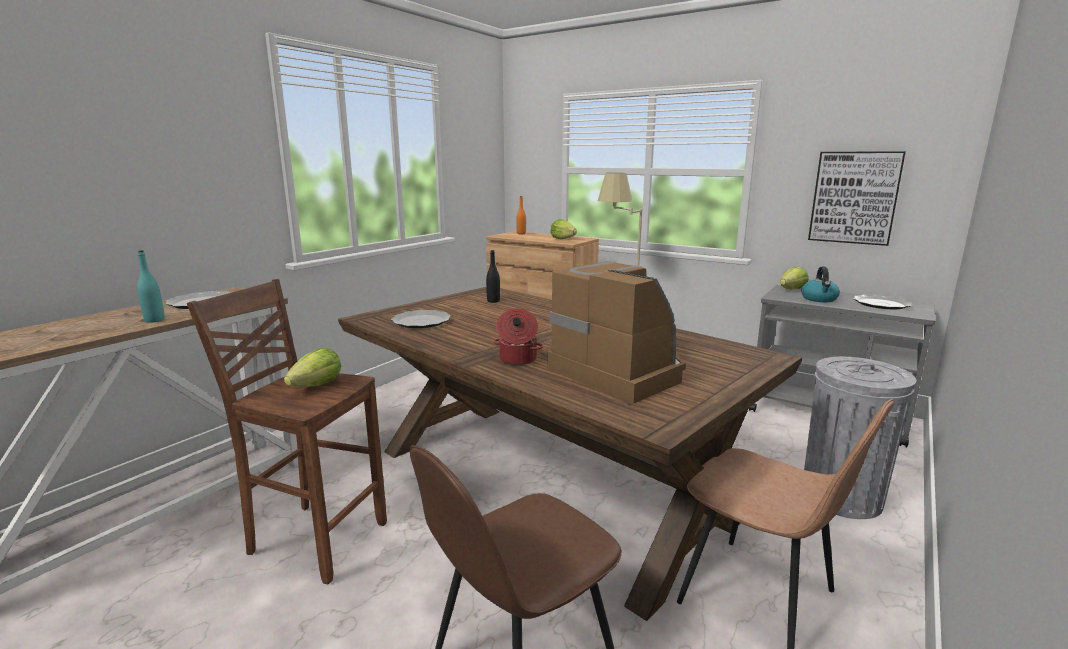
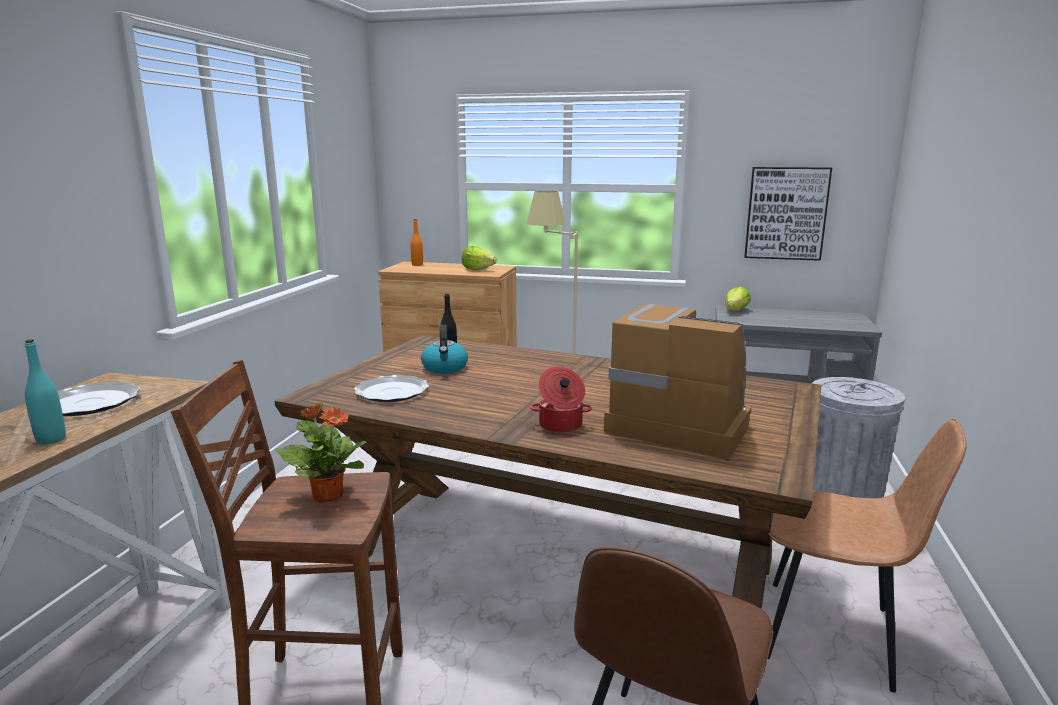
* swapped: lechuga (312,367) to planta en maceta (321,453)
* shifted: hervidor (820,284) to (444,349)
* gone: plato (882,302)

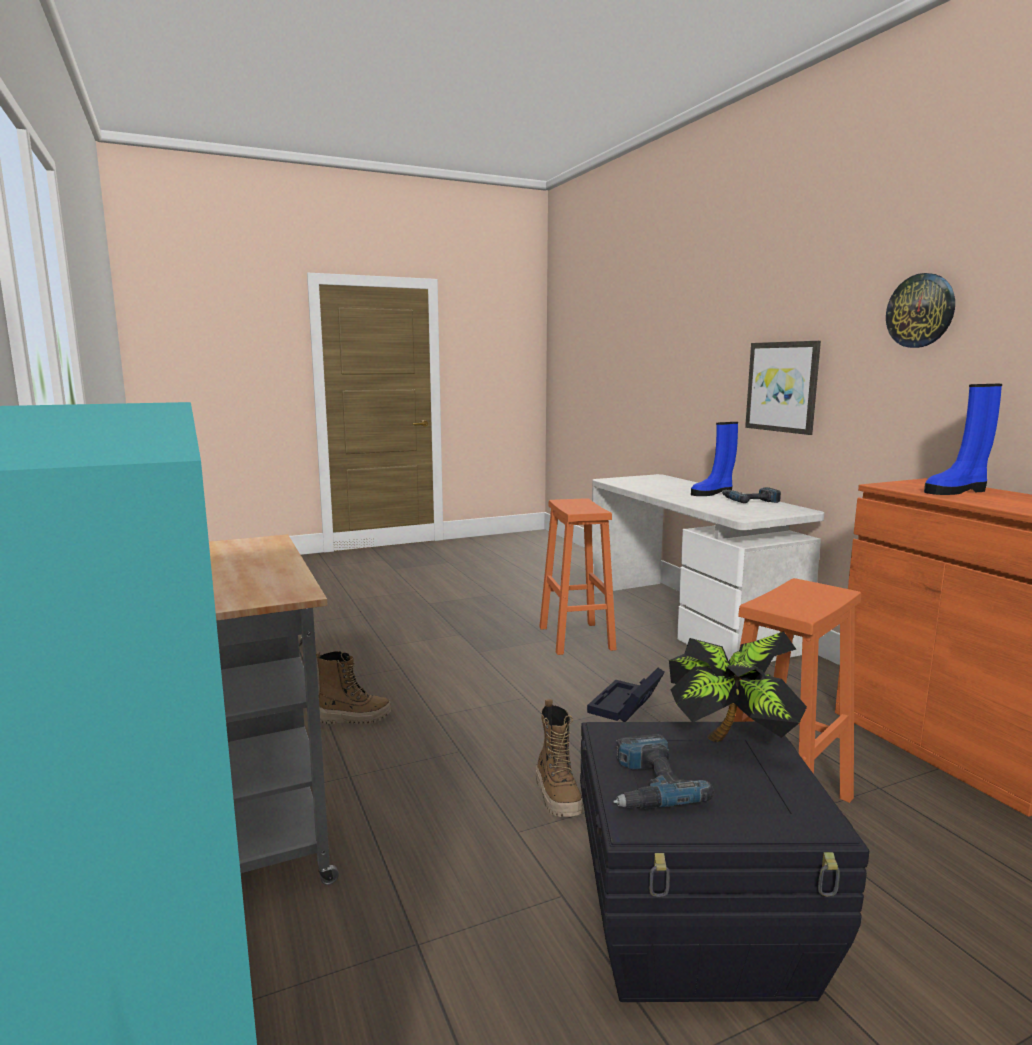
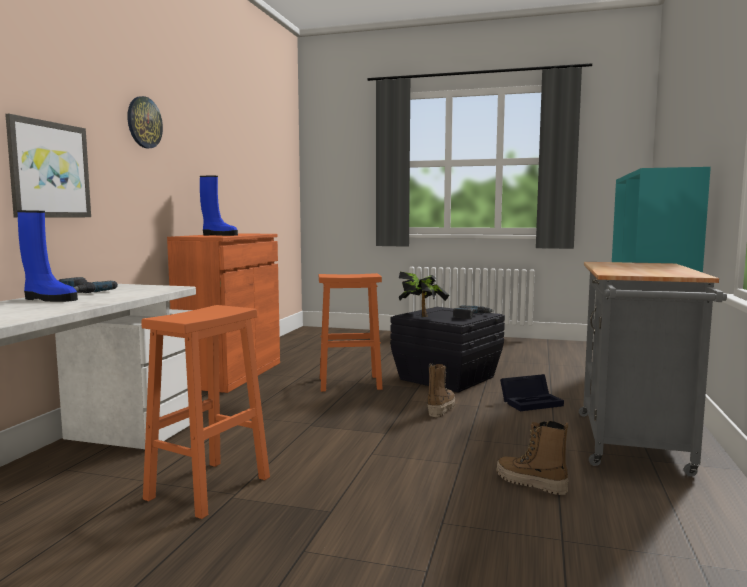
* shifted: caja de almacenaje/negro (626,695) to (532,392)

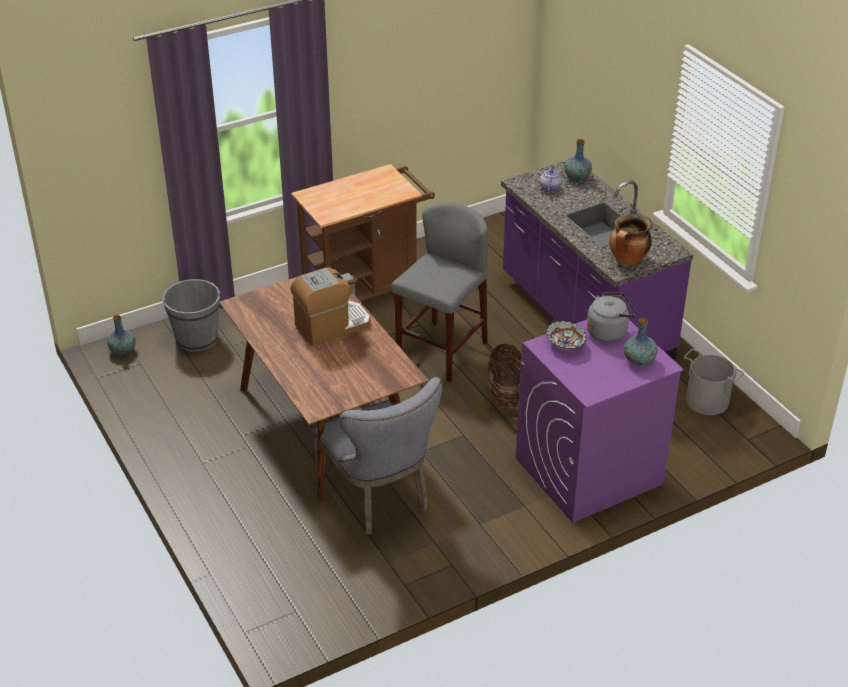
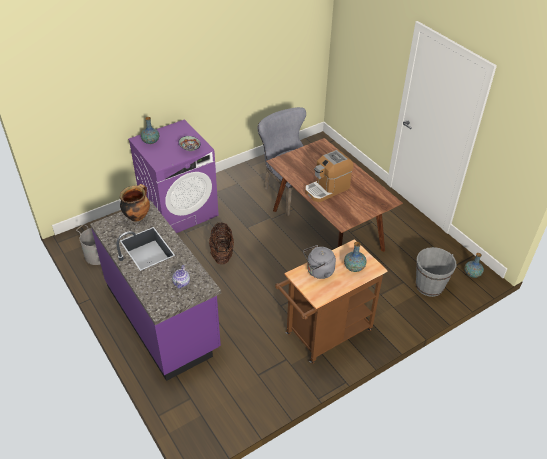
* gone: taburete/gris (439,292)
* shifted: florero (578,160) to (355,257)
* shifted: hervidor/gris (612,317) to (319,262)

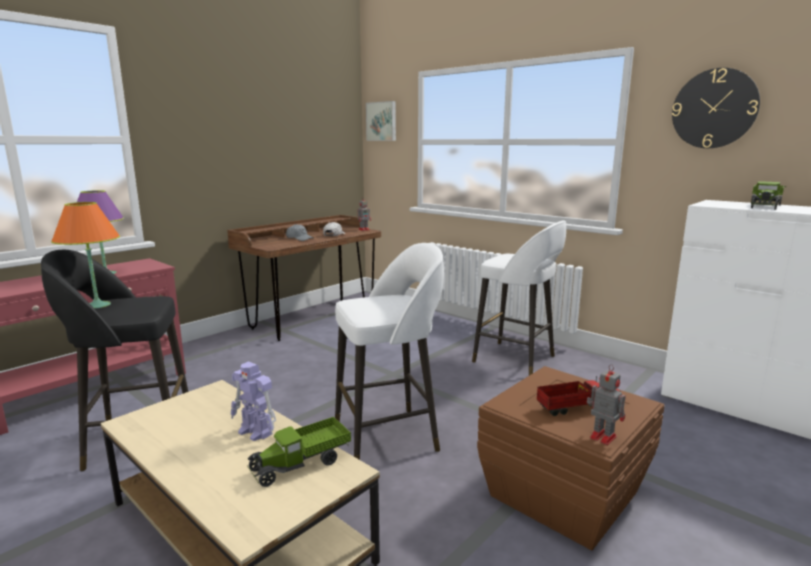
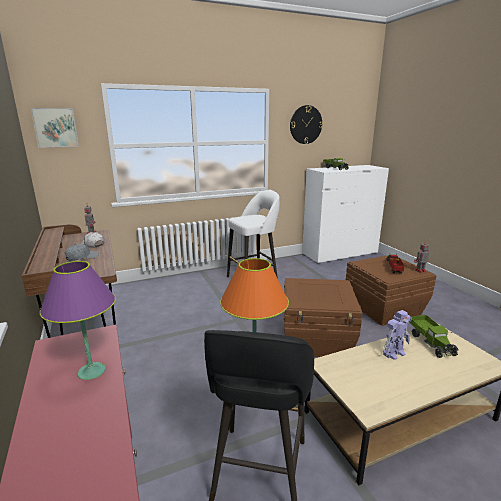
* swapped: taburete/blanco (389,351) to caja de almacenaje/marrón (323,317)

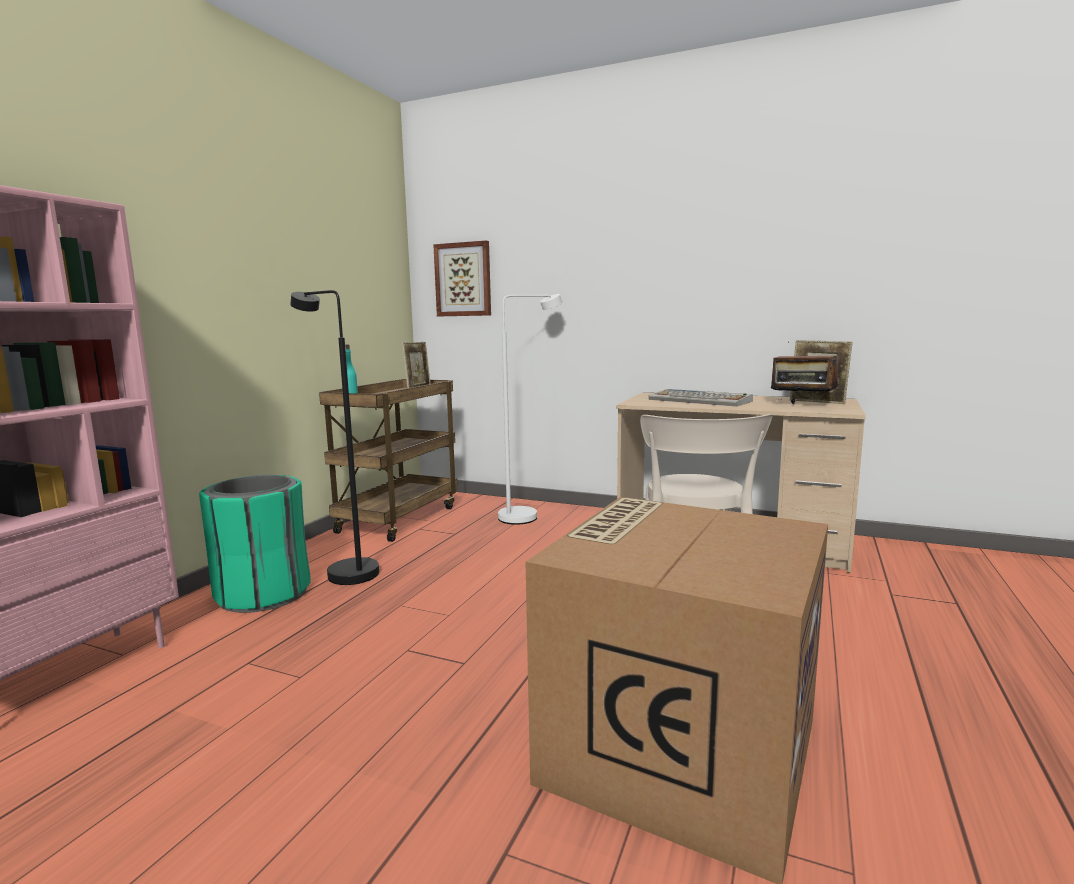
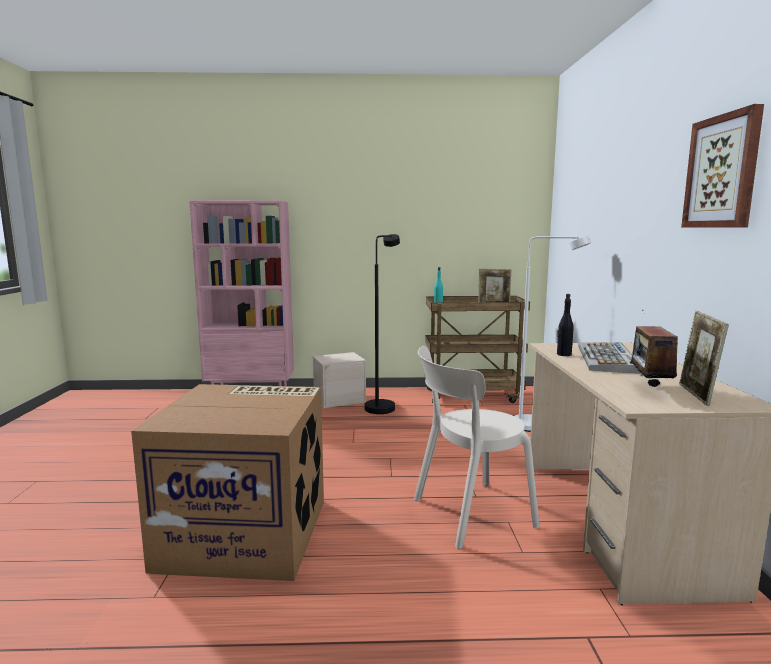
* swapped: papelera/verde (255,544) to caja de almacenaje/beis (339,380)
* shifted: cuadro (462,278) to (722,166)
* new: botella/negro (565,325)

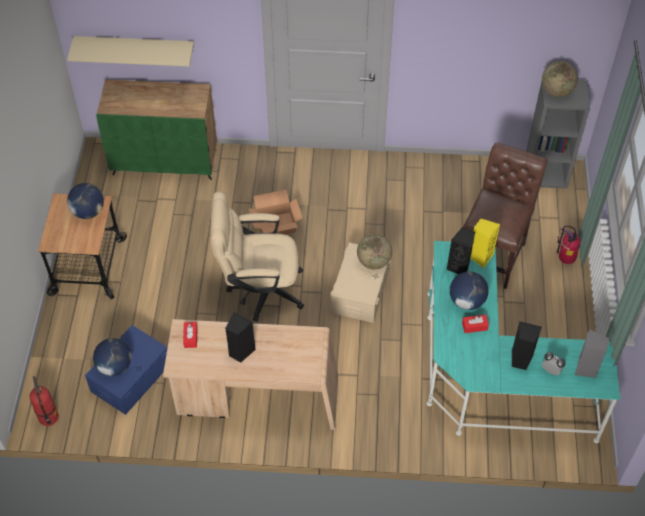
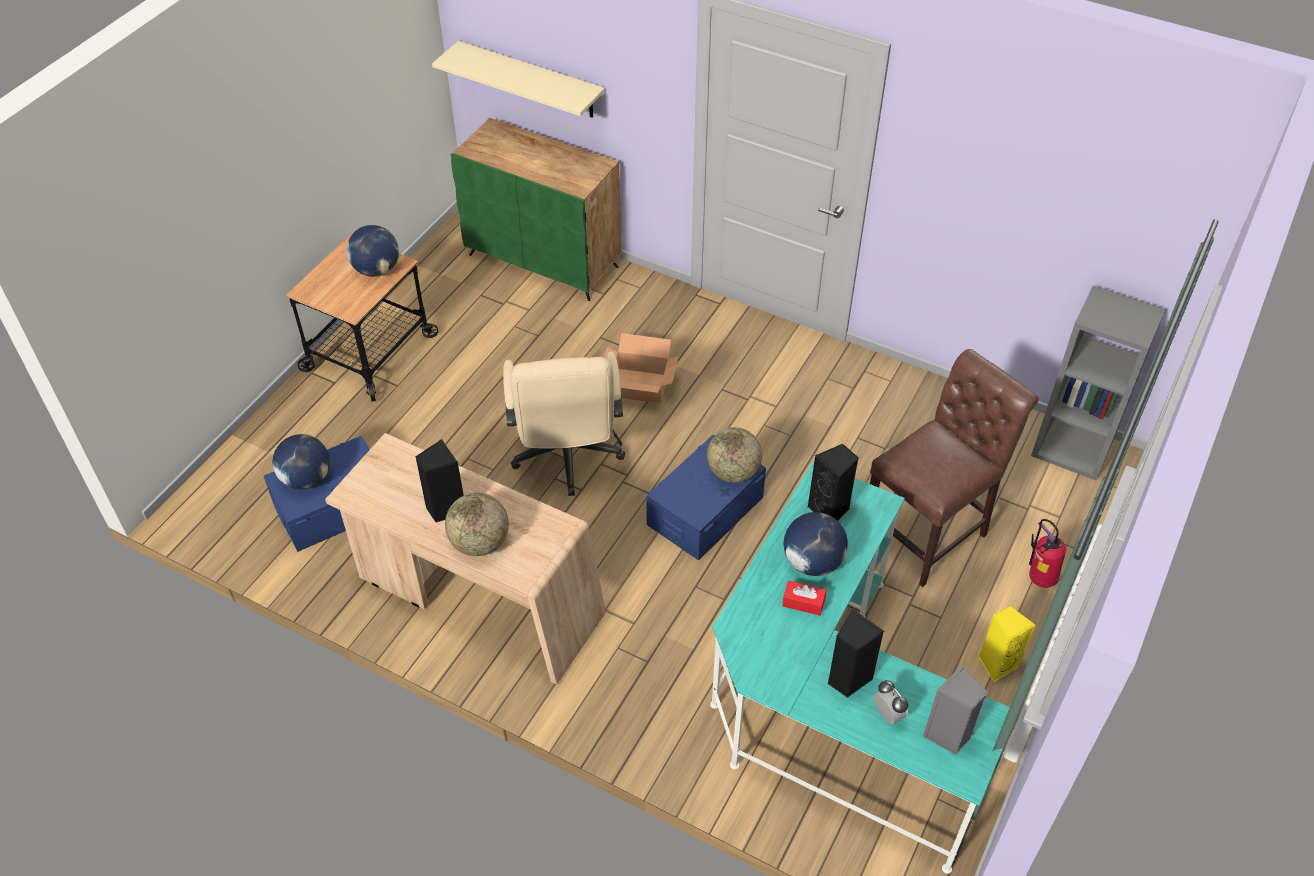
* gone: extintor (44,401)
* gone: caja de pañuelos/rojo (190,335)
* rotated: silla de oficina/beis (257,256) = (564,423) 120 degrees counterclockwise
* repainted: caja de almacenaje/beis (360,283) to caja de almacenaje/azul (706,497)
* shifted: altavoz/amarillo (485,243) to (1007,643)
* shifted: globo terráqueo (560,79) to (477,524)

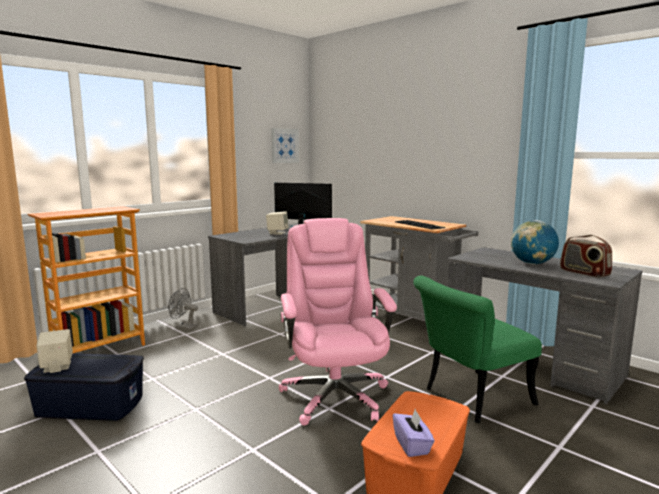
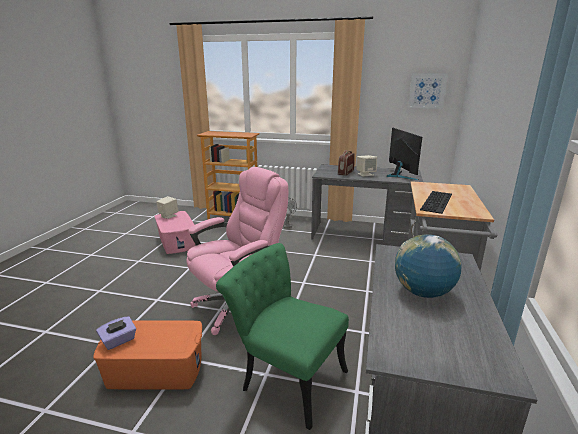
* repainted: caja de almacenaje/azul (84,387) to caja de almacenaje/rosa (175,232)
* shifted: radio (586,256) to (346,163)

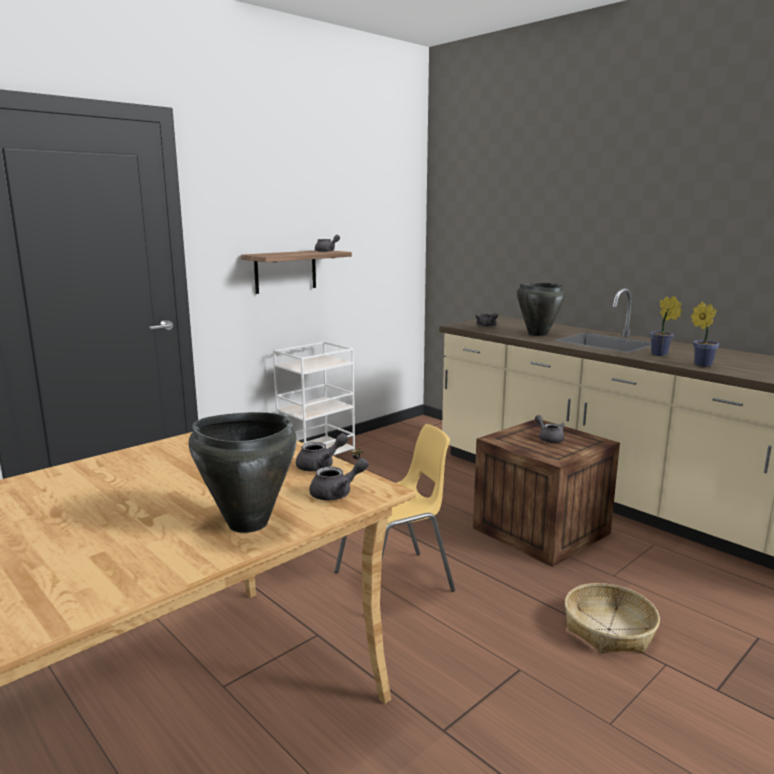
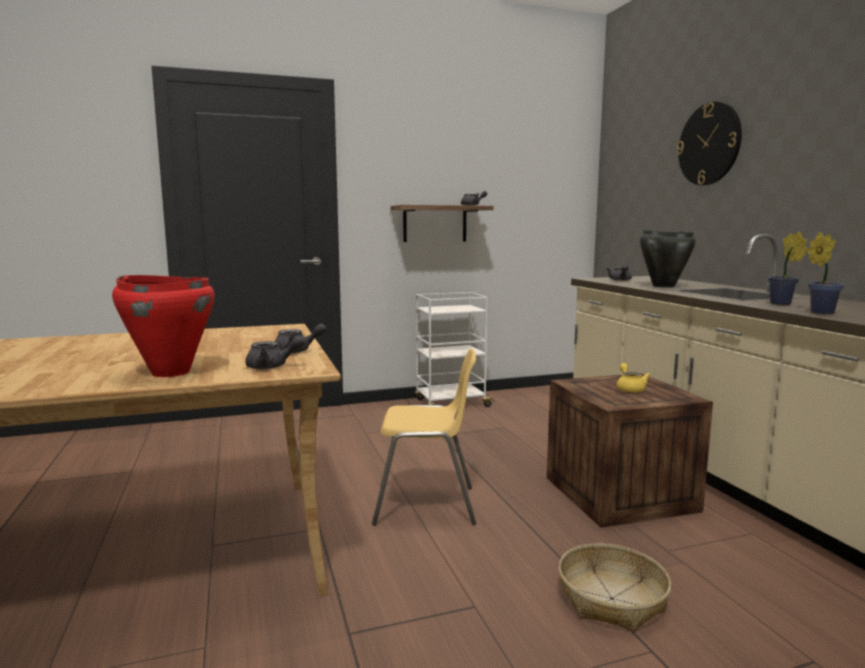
* repainted: olla/negro (243,472) to olla/rojo (163,326)
* repainted: tetera/gris (550,429) to tetera/amarillo (634,378)
* new: reloj de pared (709,143)

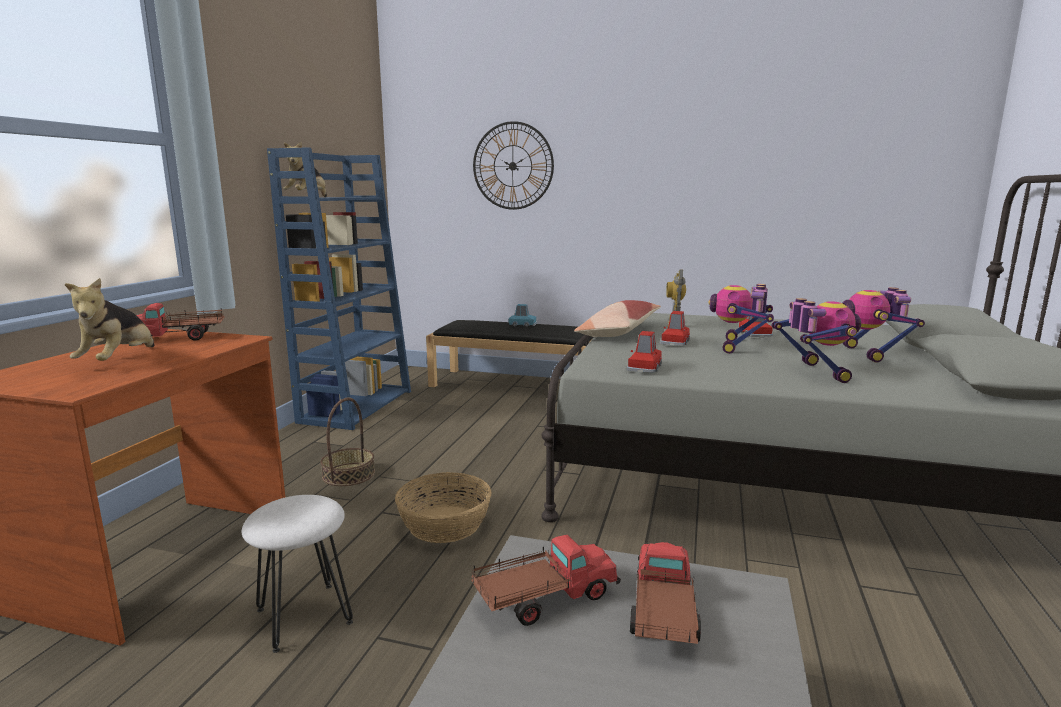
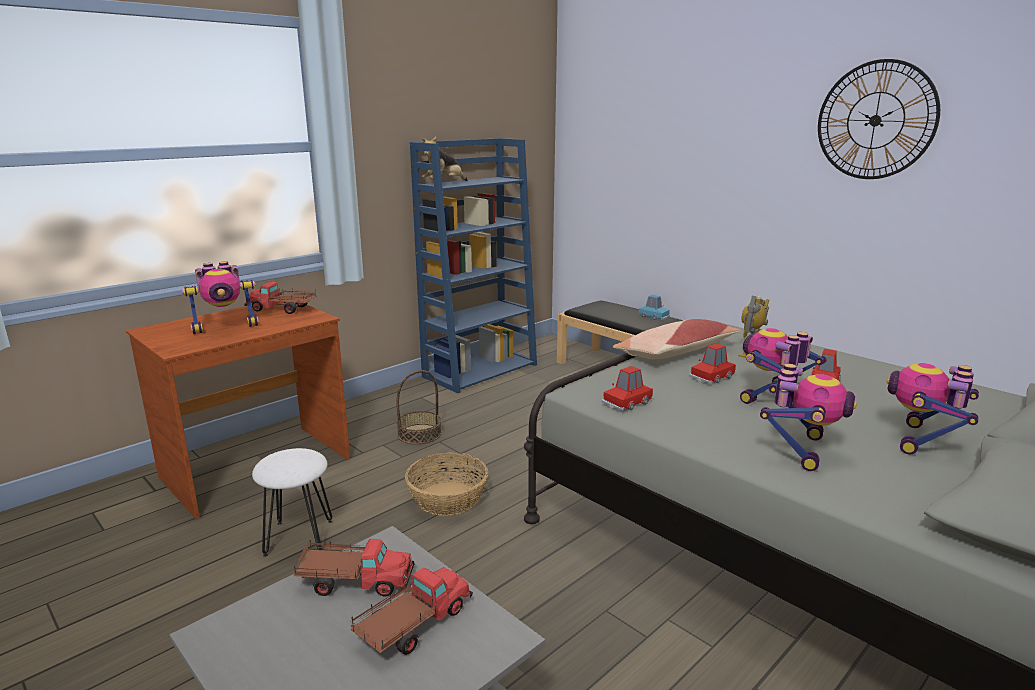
* swapped: peluche (109,319) to robot de juguete (220,297)
* shifted: reloj de pared (513,165) to (879,119)

